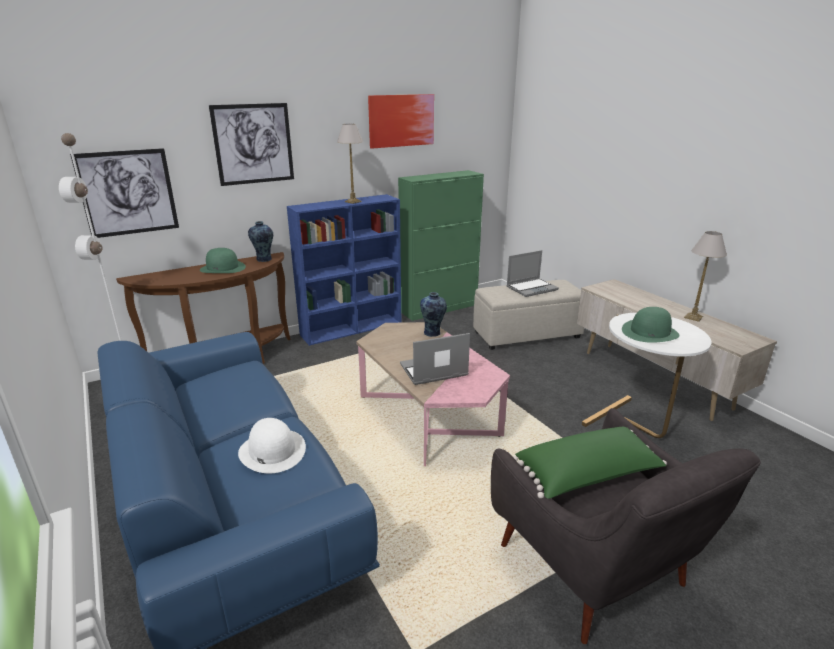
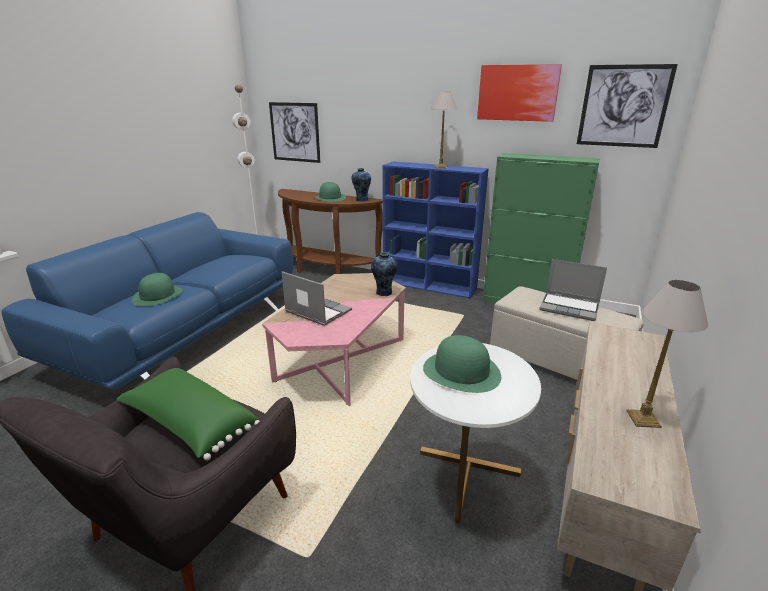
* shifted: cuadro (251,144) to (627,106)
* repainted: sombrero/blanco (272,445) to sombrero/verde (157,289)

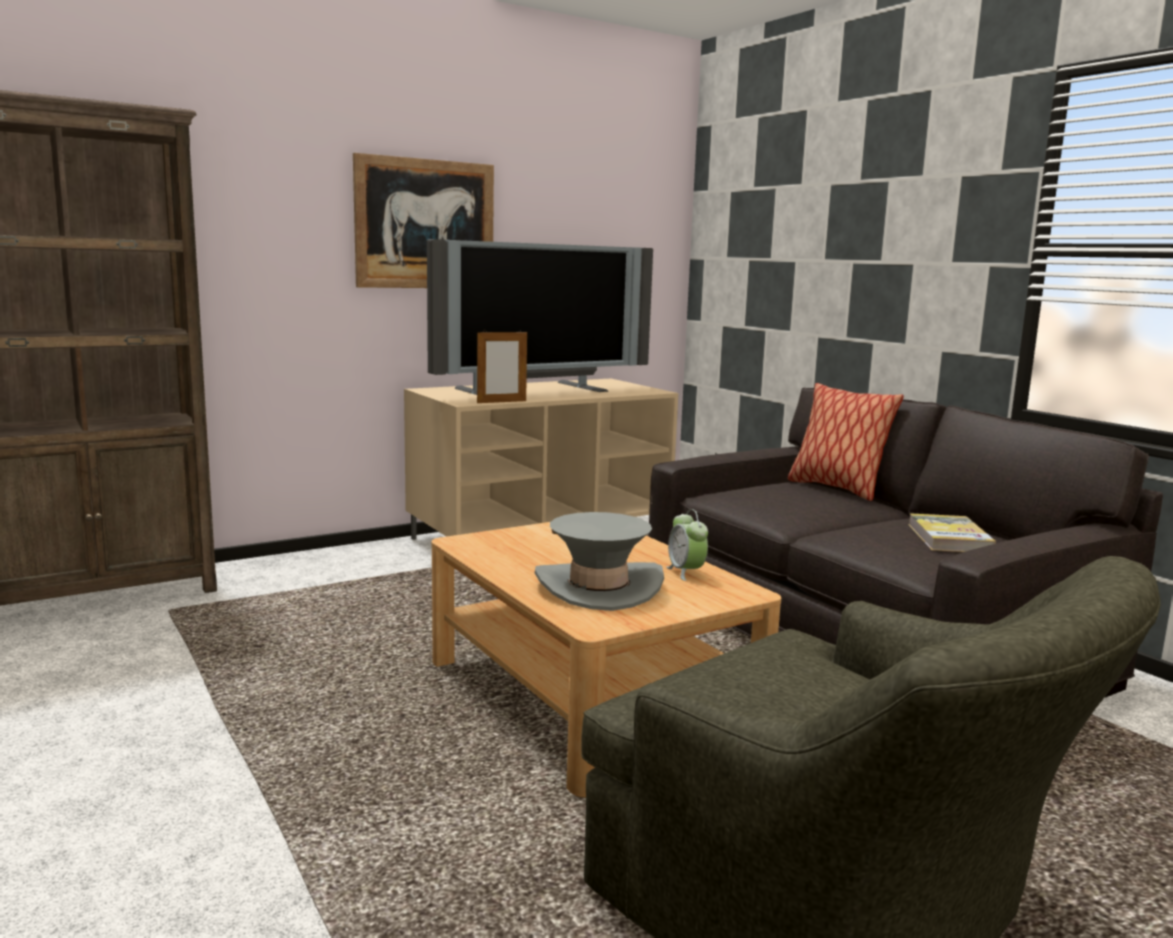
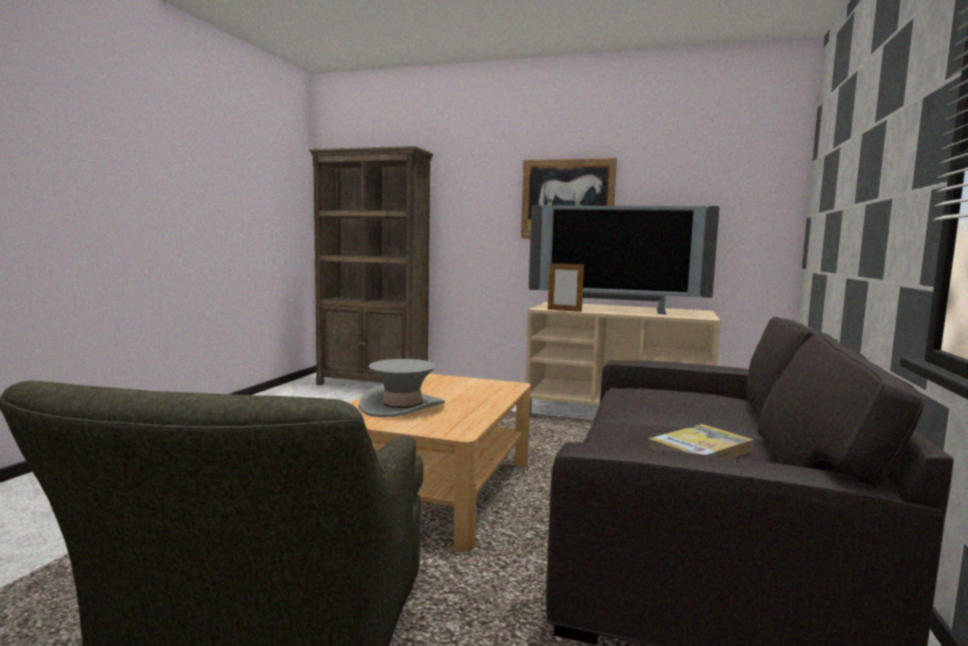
* gone: despertador (687,545)
* gone: cojín (846,442)

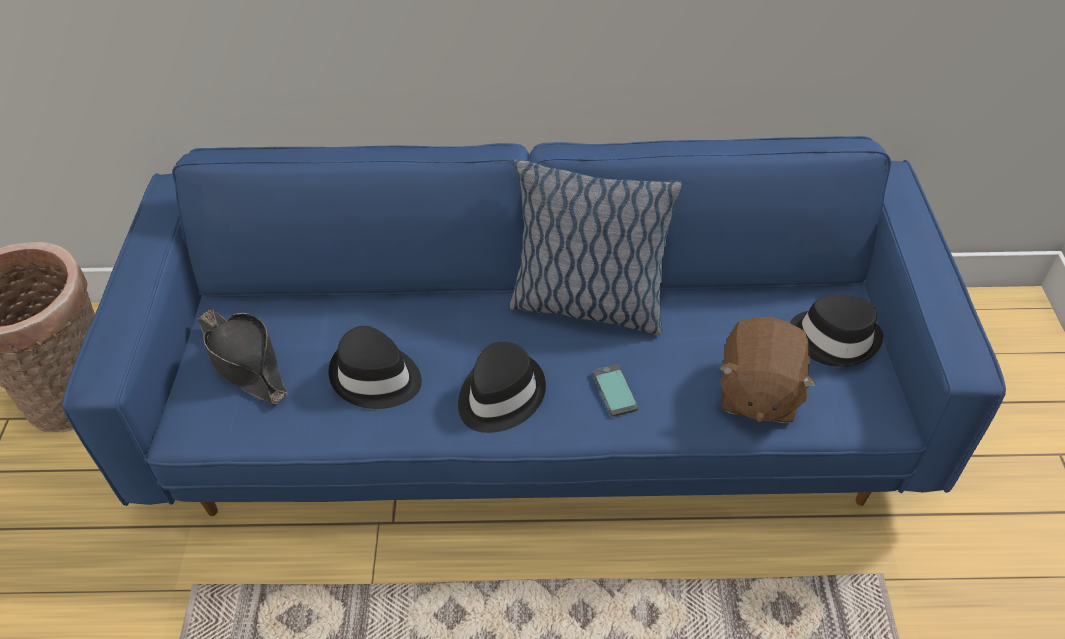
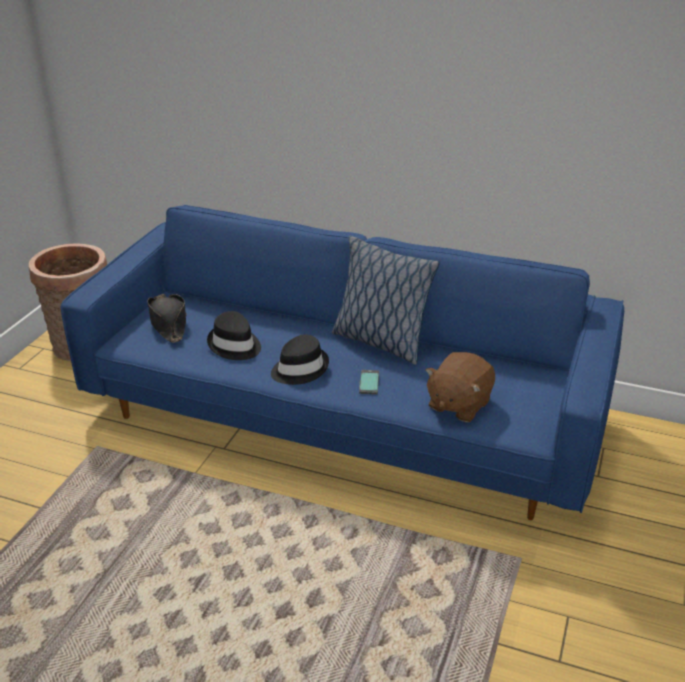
* gone: sombrero/negro (837,331)

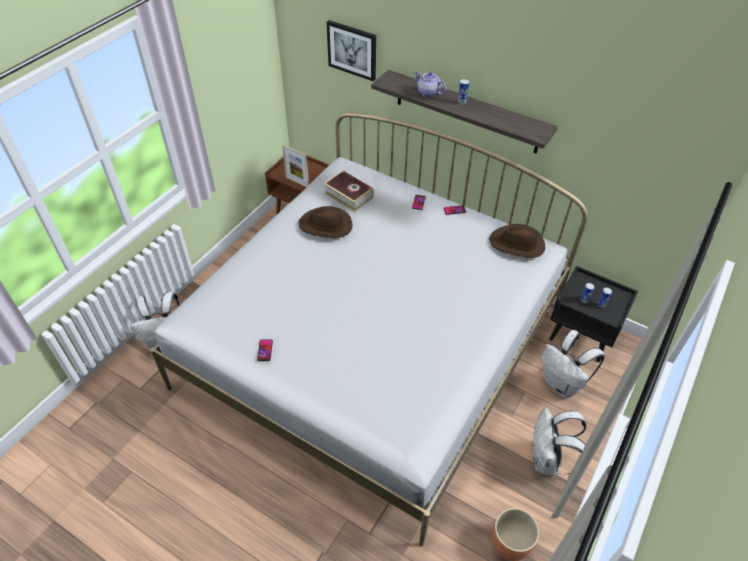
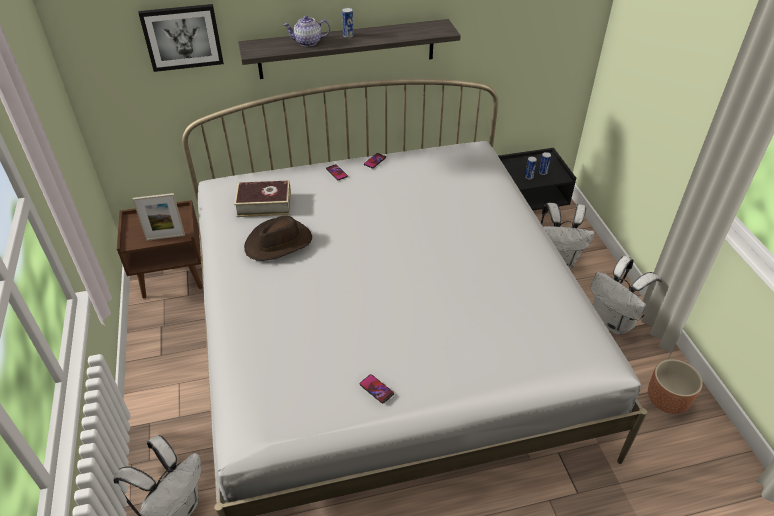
* gone: sombrero/marrón (517,241)

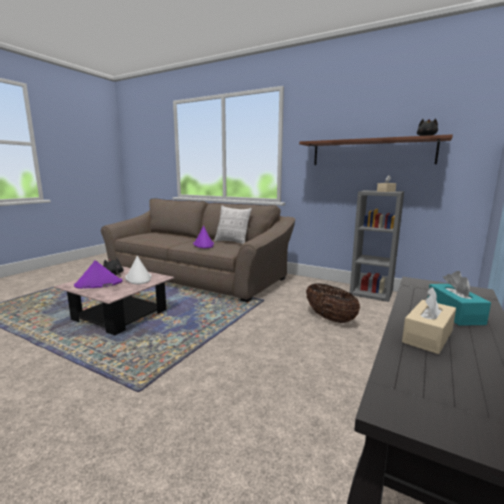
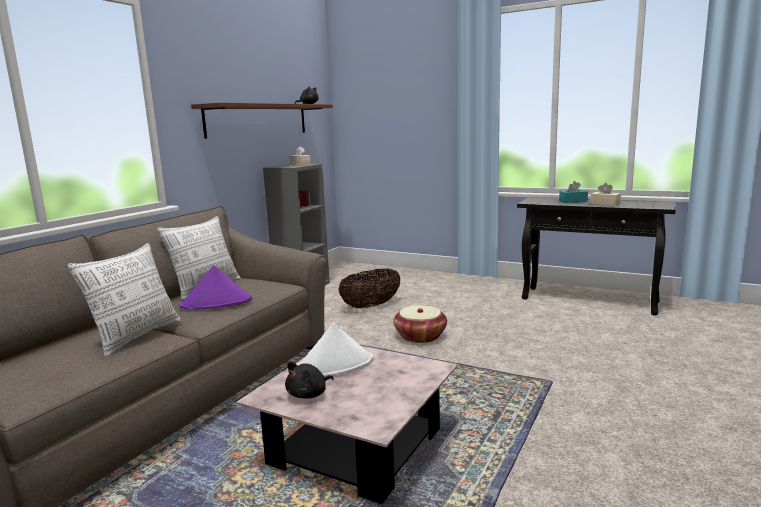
* gone: sombrero/morado (98,274)
* new: cojín (124,300)
* new: cesta (420,324)

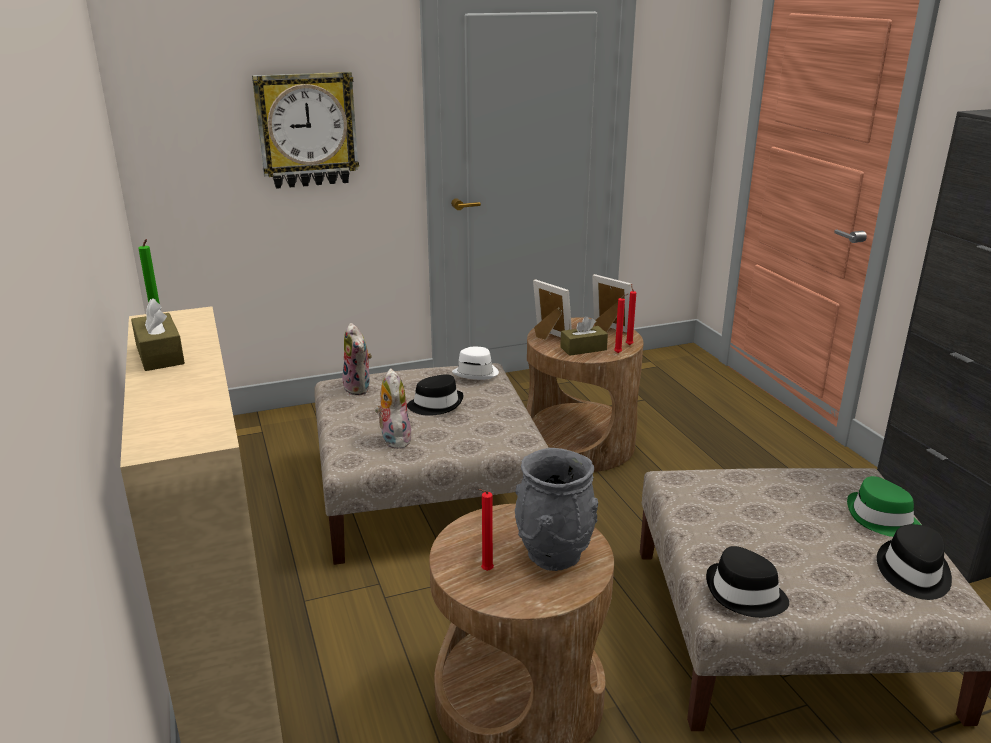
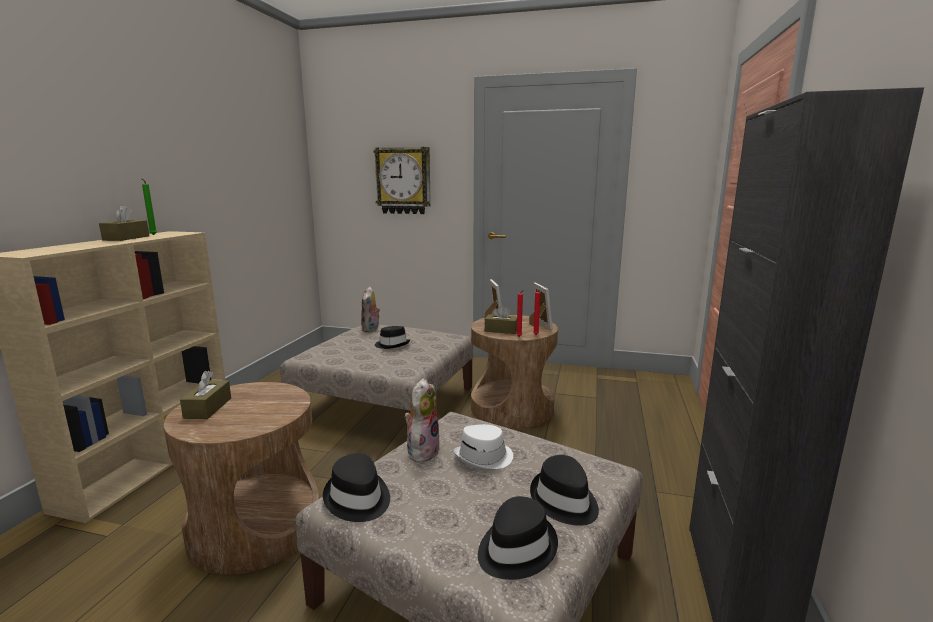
* shifted: peluche (393,408) to (423,421)
* shifted: sombrero/blanco (475,363) to (483,447)
* swapped: vela/rojo (486,530) to caja de pañuelos/marrón (205,395)
* gone: florero/gris (556,509)
* repainted: sombrero/verde (884,506) to sombrero/negro (564,490)

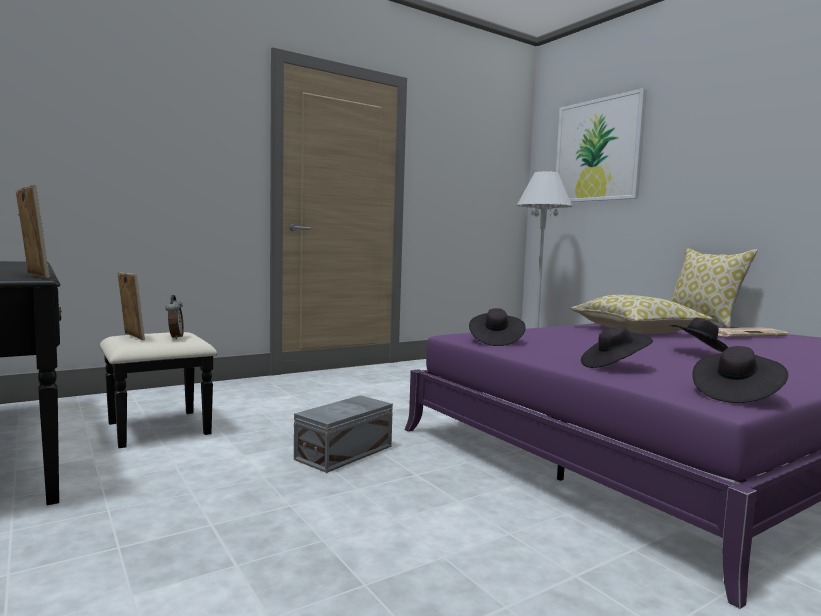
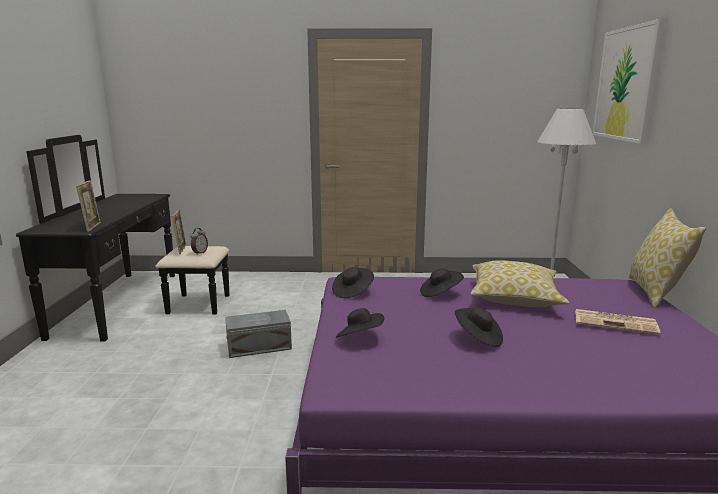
* shifted: sombrero/negro (740,374) to (442,282)

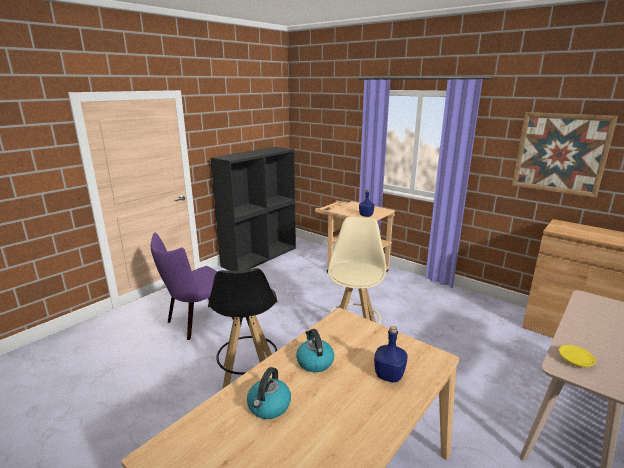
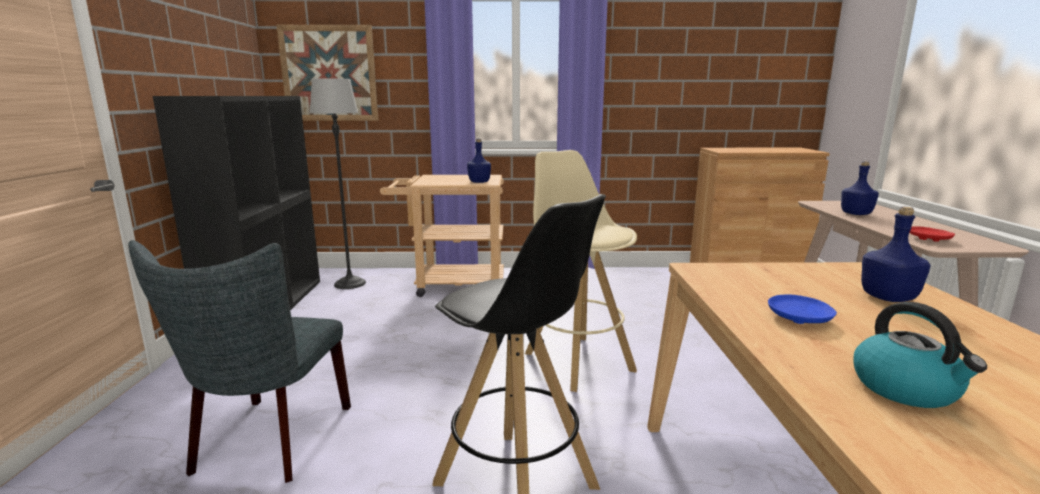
* repainted: silla/morado (192,286) to silla/gris (239,361)
* swapped: hervidor (315,350) to plato/azul (802,309)
* shifted: cuadro (565,155) to (327,73)
* repainted: plato/amarillo (577,356) to plato/rojo (932,234)
* new: lámpara de pie (338,183)
* new: botella/azul (860,188)

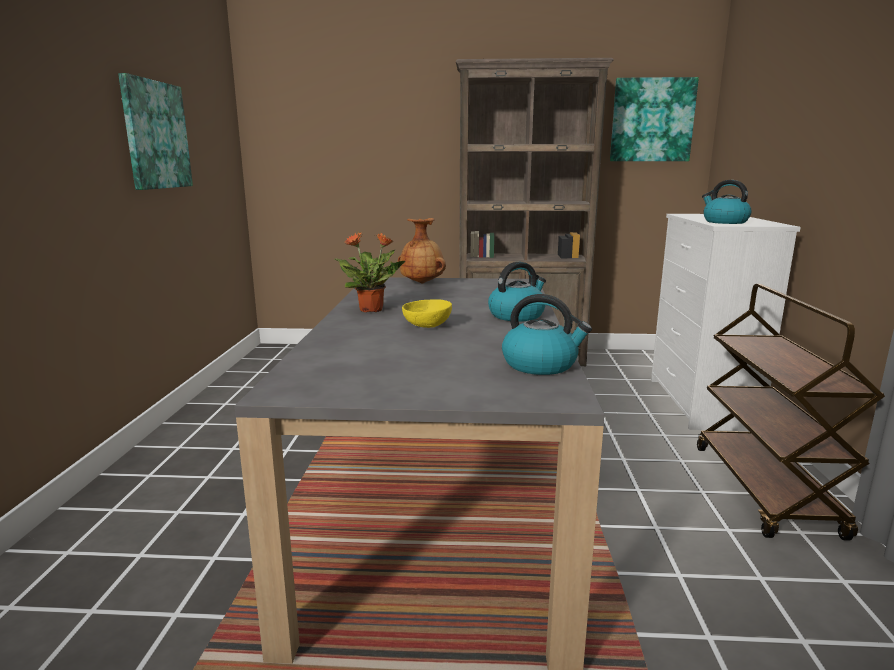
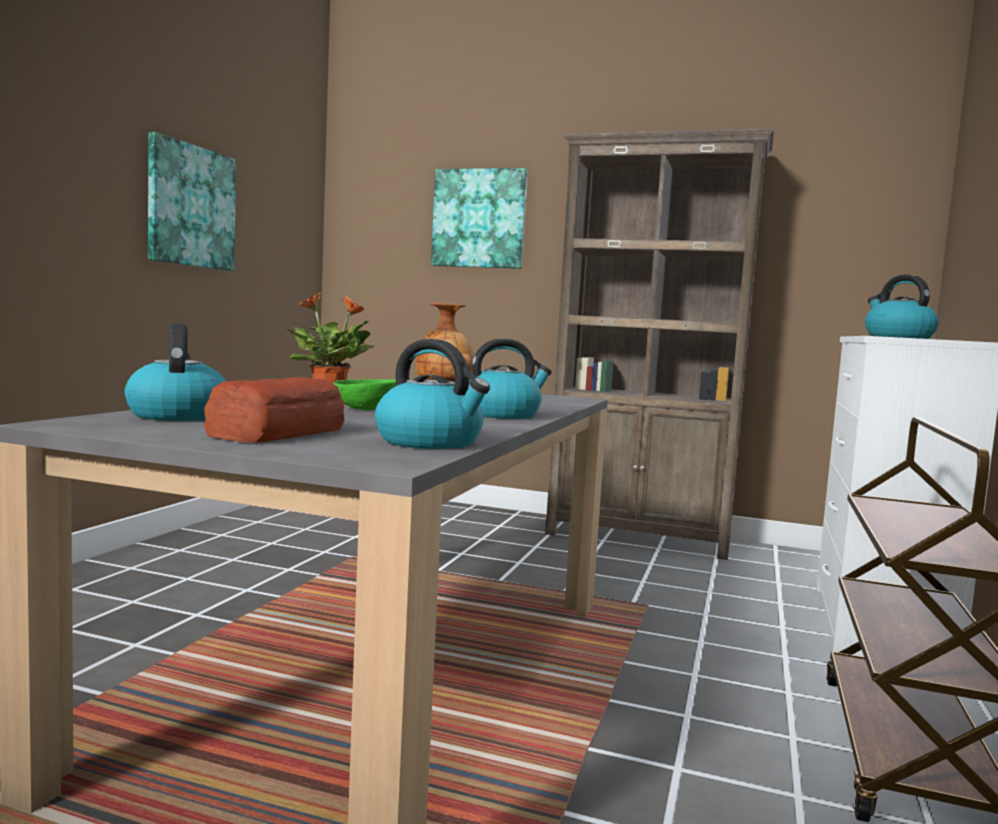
* repainted: cuenco/amarillo (427,313) to cuenco/verde (365,394)
* shifted: cuadro (654,119) to (479,218)
* new: hervidor (175,372)
* new: pan (274,410)

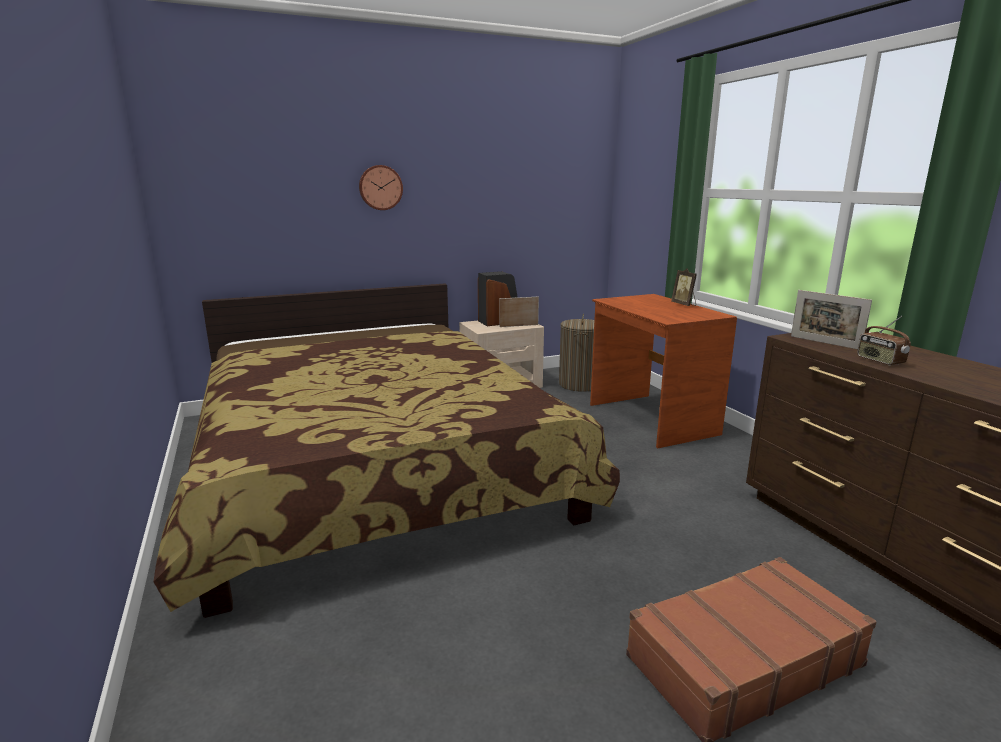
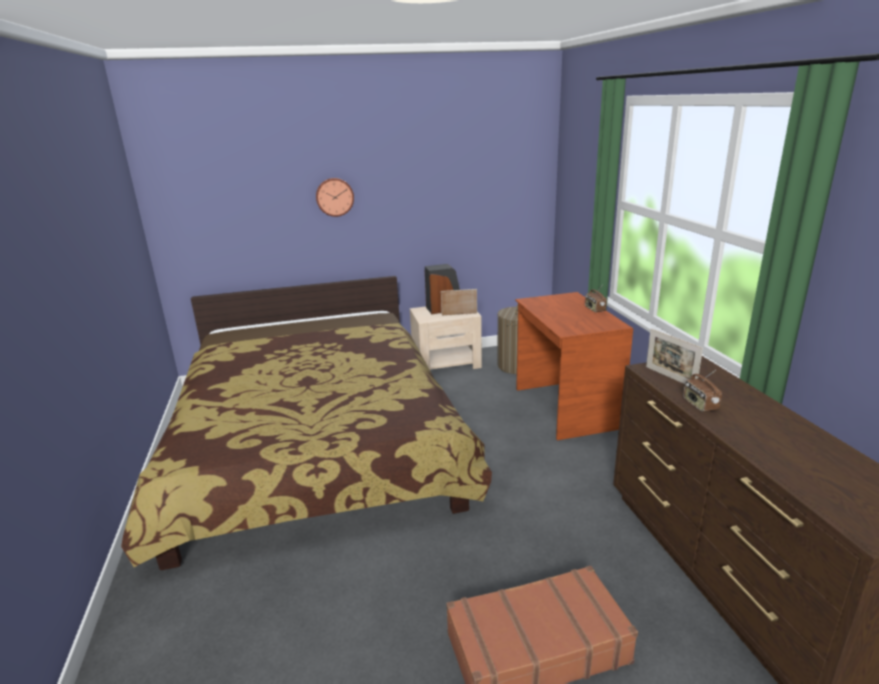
* swapped: portarretratos (684,287) to radio (596,298)

